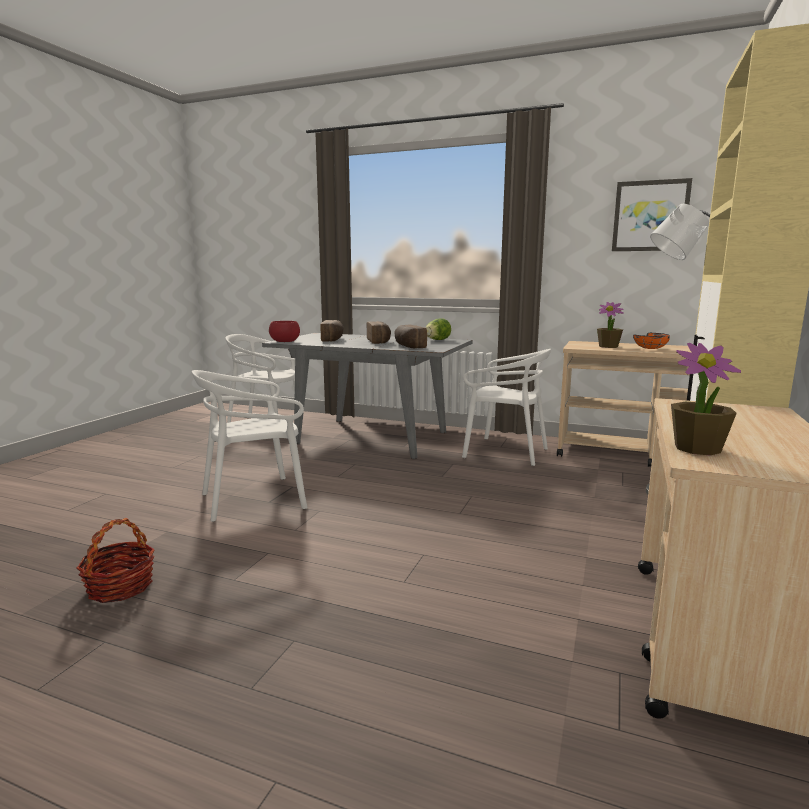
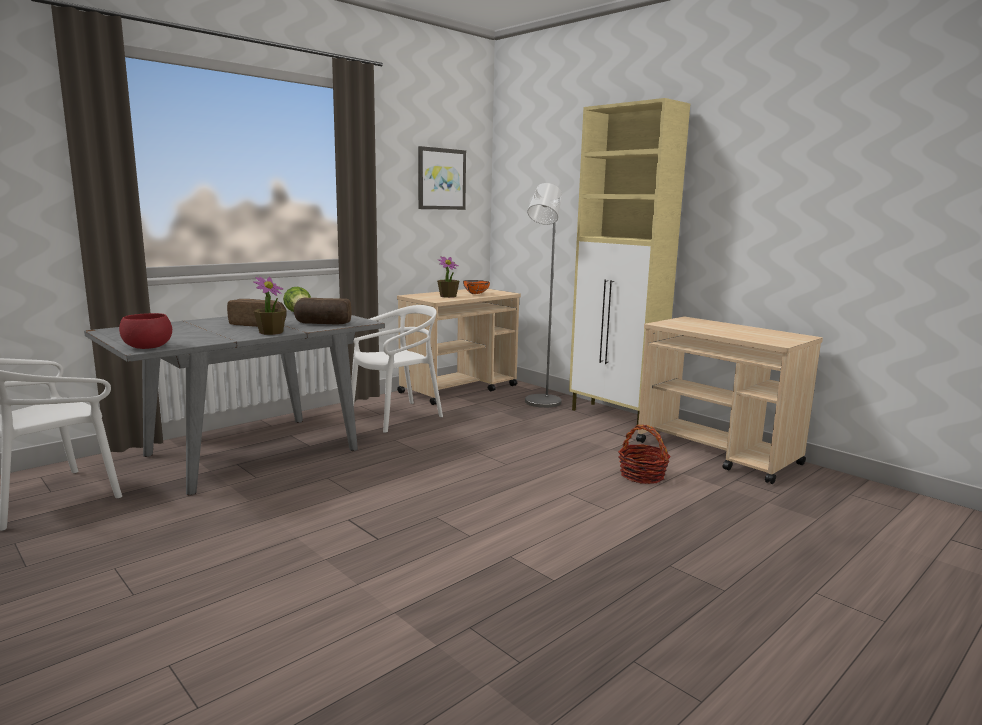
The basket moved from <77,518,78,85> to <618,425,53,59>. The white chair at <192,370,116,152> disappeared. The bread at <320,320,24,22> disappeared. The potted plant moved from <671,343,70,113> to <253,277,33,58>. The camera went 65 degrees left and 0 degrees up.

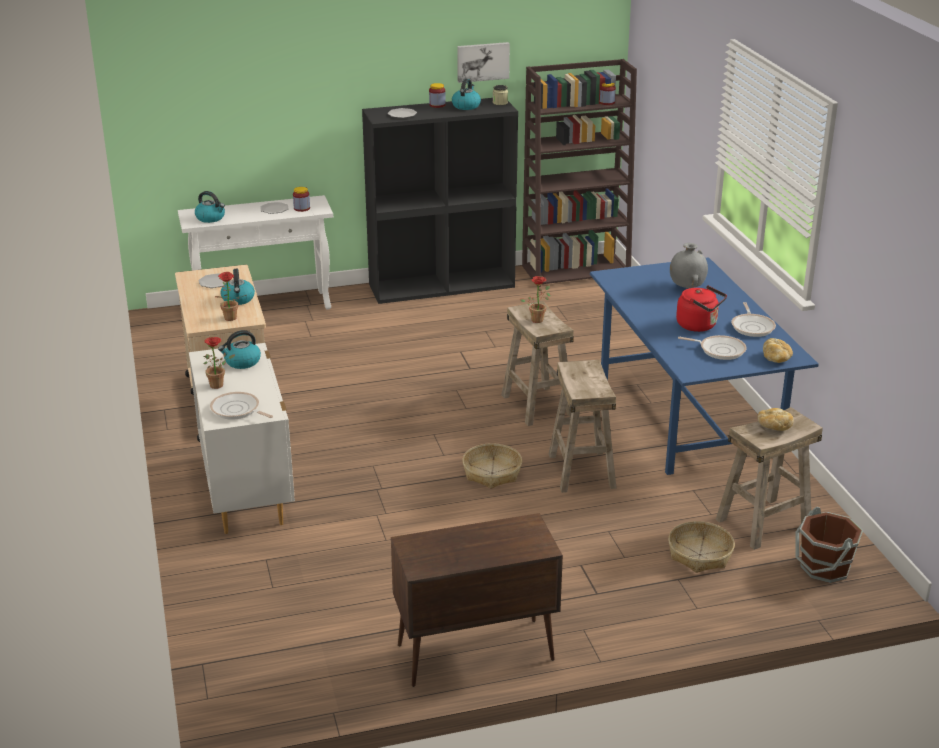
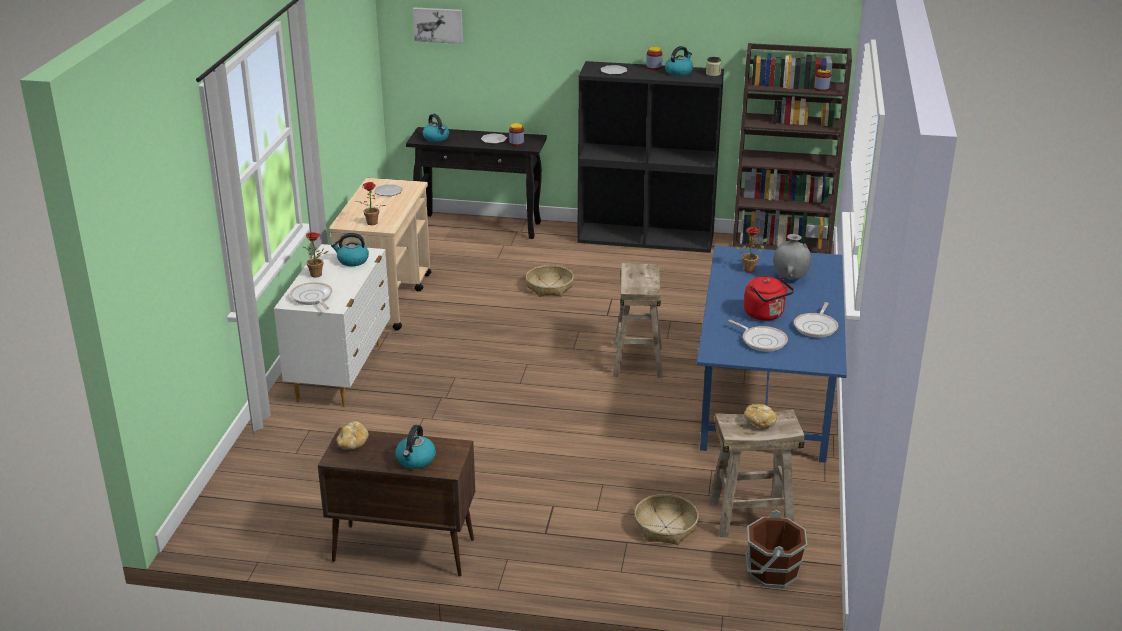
The white console table at <178,195,155,115> became the black console table at <406,127,141,112>. The kettle moved from <220,269,35,36> to <395,425,41,44>. The picture moved from <457,42,53,41> to <413,7,50,37>. The basket moved from <462,443,60,46> to <526,265,48,32>. The potted plant moved from <520,276,31,47> to <734,227,34,46>. The beige stool at <549,360,68,133> disappeared. The bread moved from <763,338,30,25> to <337,421,32,29>. The camera went 25 degrees right and 0 degrees up.

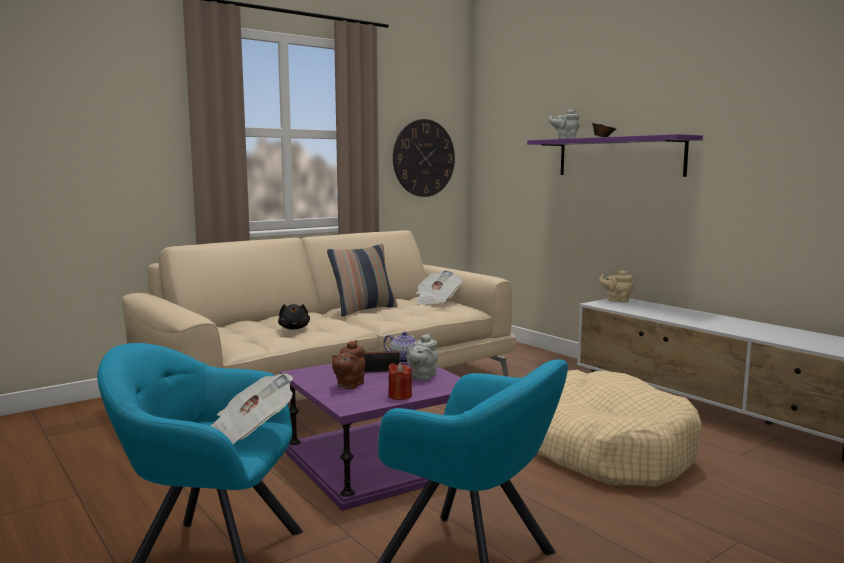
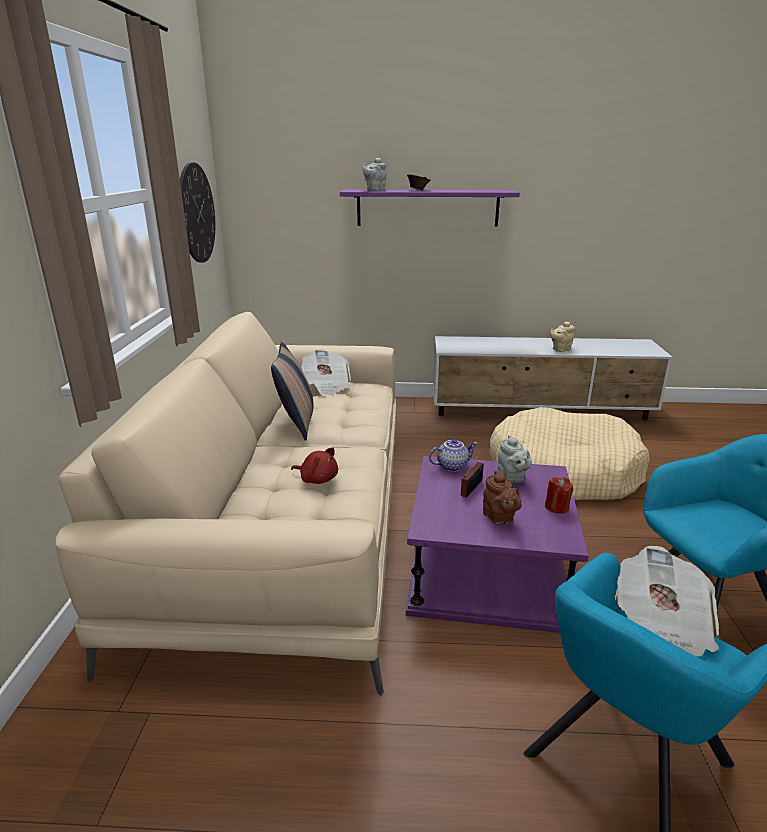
The black plush toy at <278,304,32,26> became the red plush toy at <291,448,47,36>. The beige teapot moved from <599,270,34,32> to <550,321,25,31>. The camera went 50 degrees left and 15 degrees up.

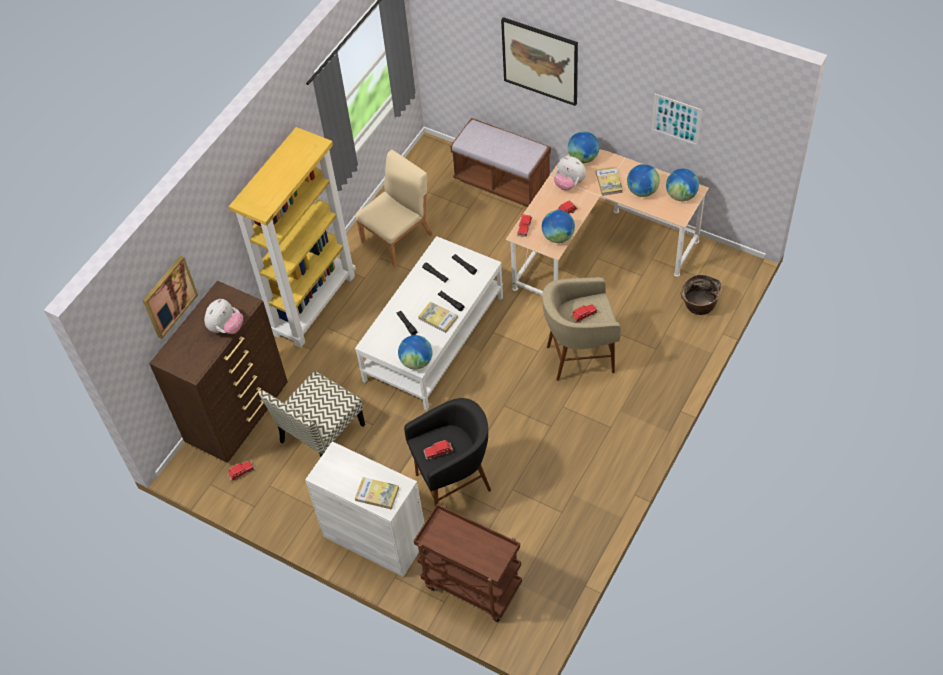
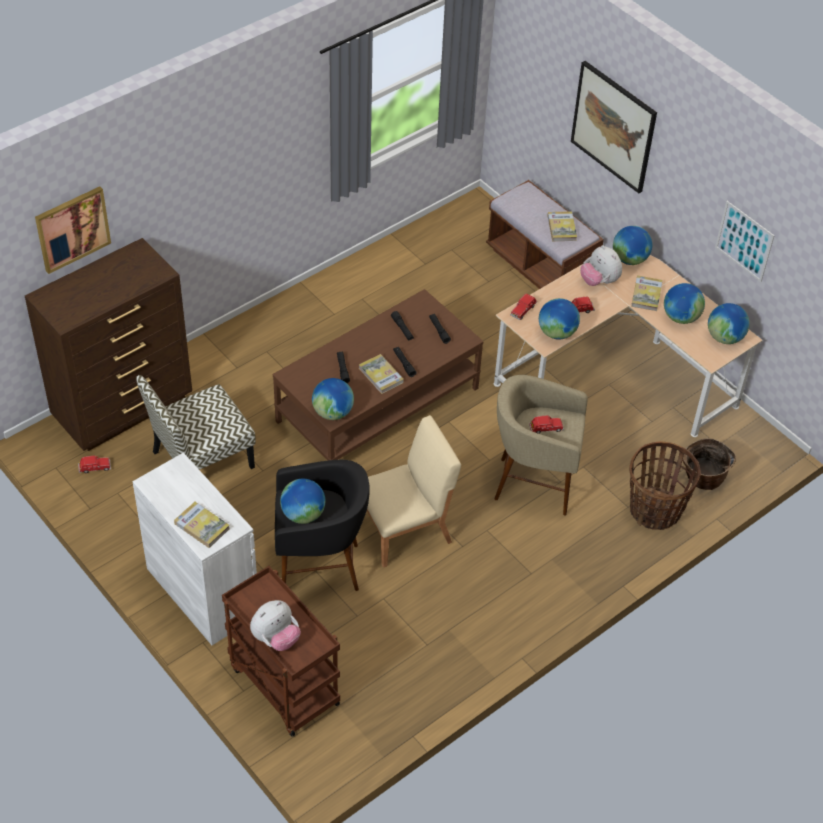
The plush toy moved from <204,299,39,35> to <250,600,51,51>. The yellow bookcase at <229,127,127,221> disappeared. The beige chair moved from <355,150,78,117> to <367,415,94,153>. The white coffee table at <355,236,148,174> became the brown coffee table at <273,289,211,172>. The red toy car at <424,440,29,20> was replaced by the globe at <280,479,45,45>. The book at <548,211,29,30> appeared. The basket at <629,441,72,89> appeared. The camera went 15 degrees right and 5 degrees down.

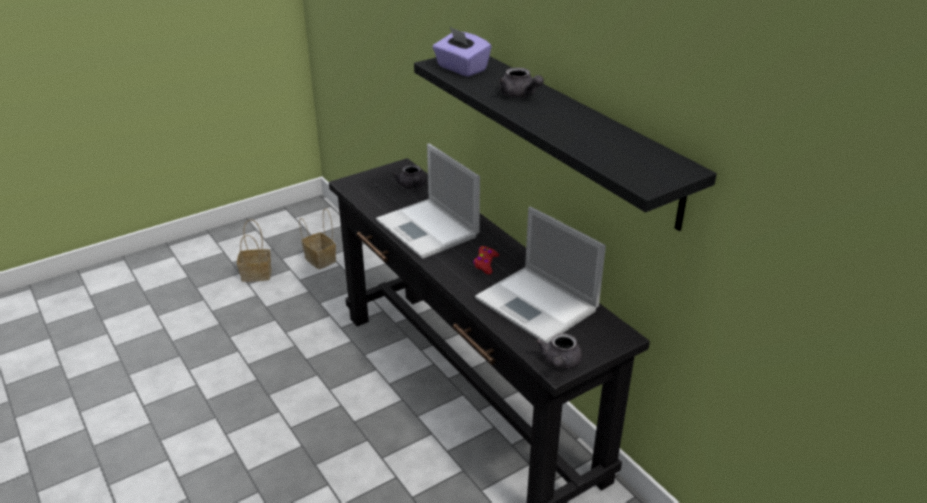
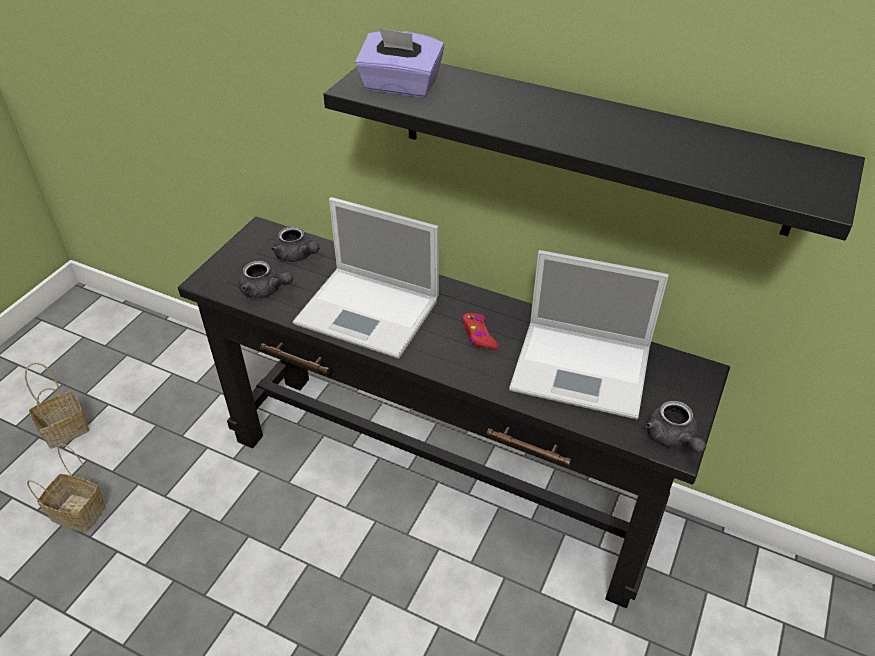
The basket moved from <299,208,37,61> to <27,444,79,89>. The grey teapot moved from <498,67,46,31> to <239,261,54,37>. The camera went 30 degrees left and 10 degrees up.

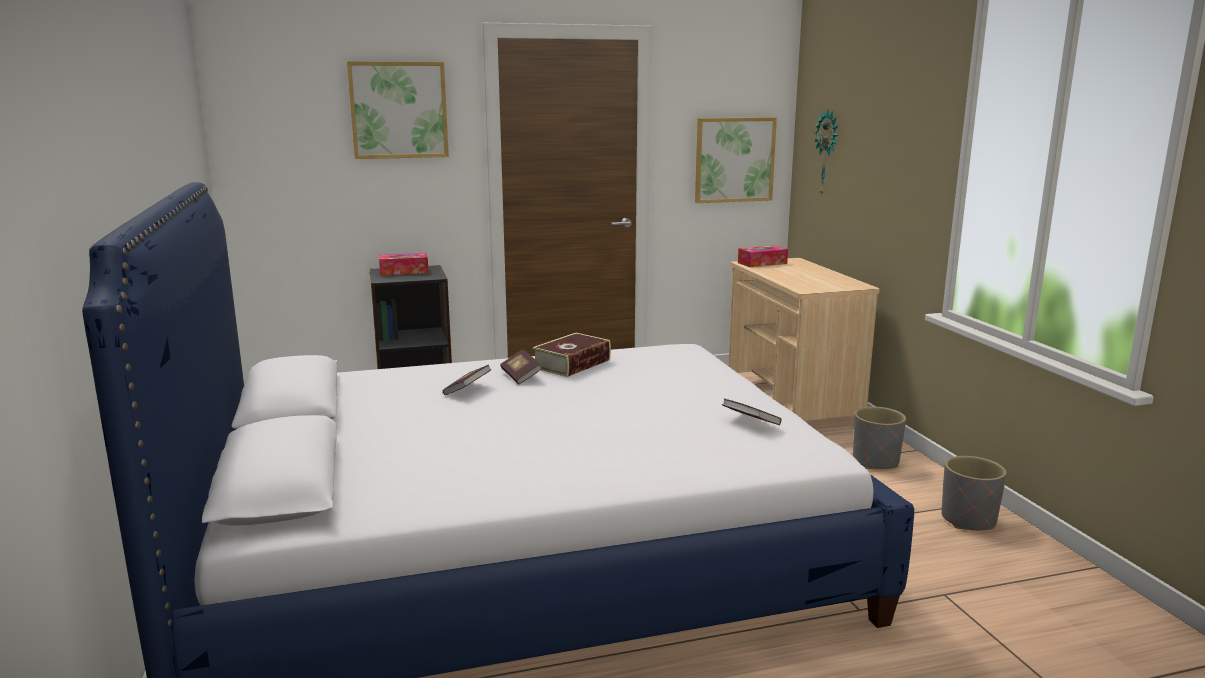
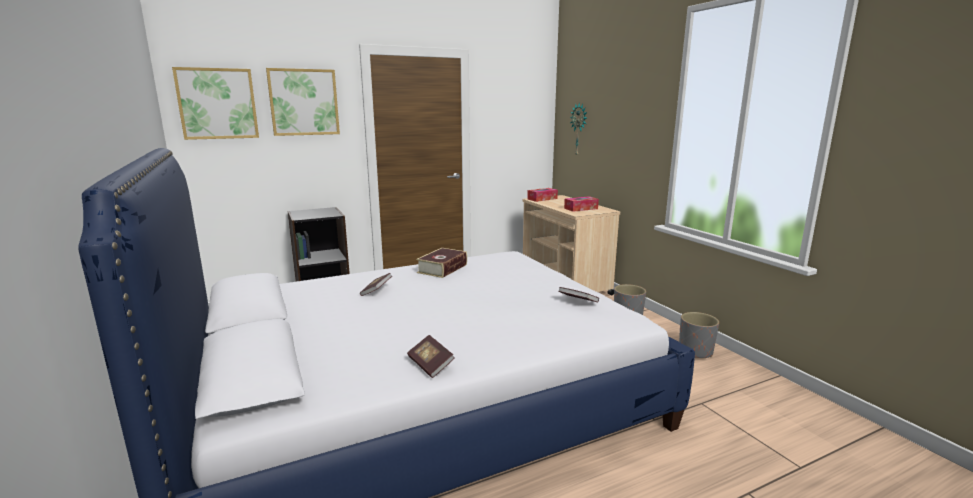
The tissue box moved from <379,253,50,23> to <564,196,35,16>. The book moved from <500,349,42,35> to <407,335,48,43>. The picture moved from <695,117,82,86> to <172,67,87,73>. The camera went 10 degrees left and 0 degrees up.

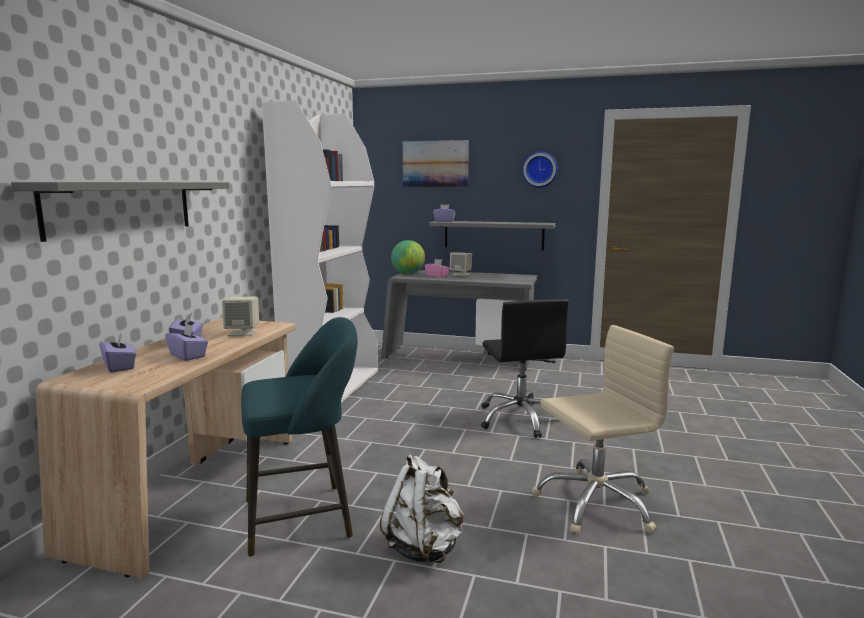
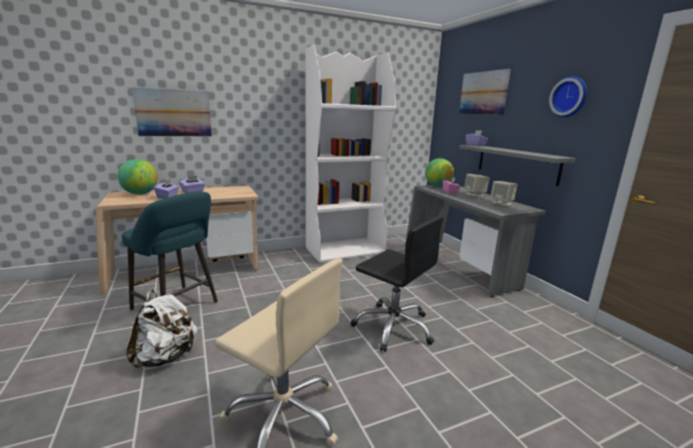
The grey shelf at <11,182,218,60> was replaced by the picture at <132,87,80,49>. The purple tissue box at <99,332,37,41> was replaced by the globe at <118,159,40,36>. The beige speaker moved from <222,297,37,39> to <490,181,27,25>. The black office chair at <481,299,88,139> turned 90 degrees counterclockwise. The camera went 50 degrees right and 5 degrees up.

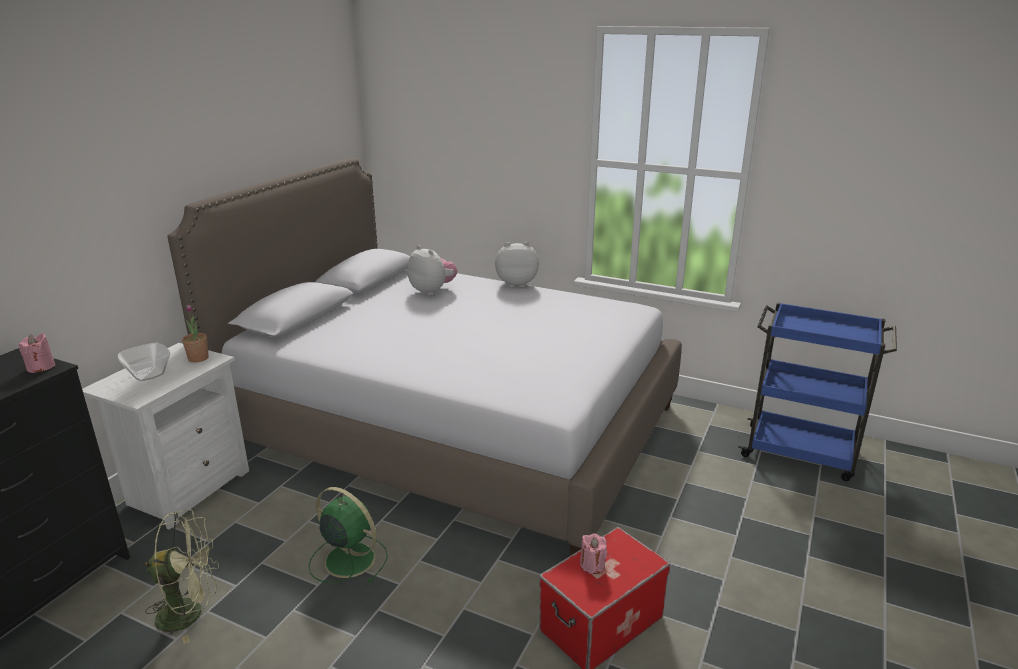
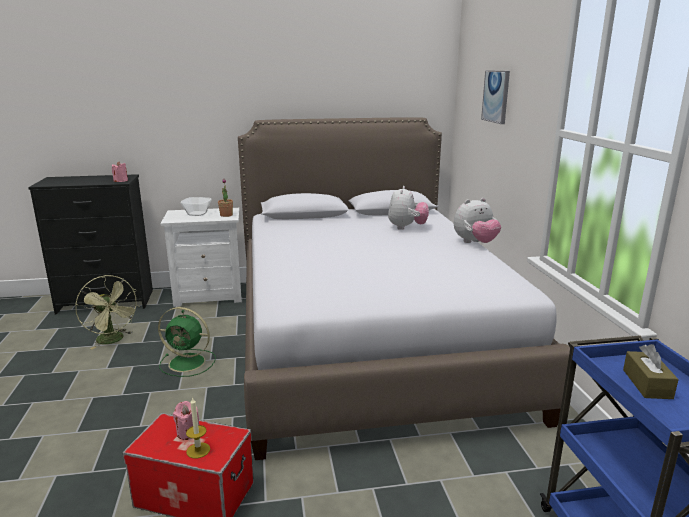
The green fan at <309,487,79,96> turned 105 degrees clockwise. The plush toy at <495,242,44,46> turned 105 degrees clockwise. The candle at <186,397,24,61> appeared. The picture at <481,70,29,54> appeared. The brown tissue box at <623,344,56,55> appeared. The camera went 55 degrees right and 5 degrees down.

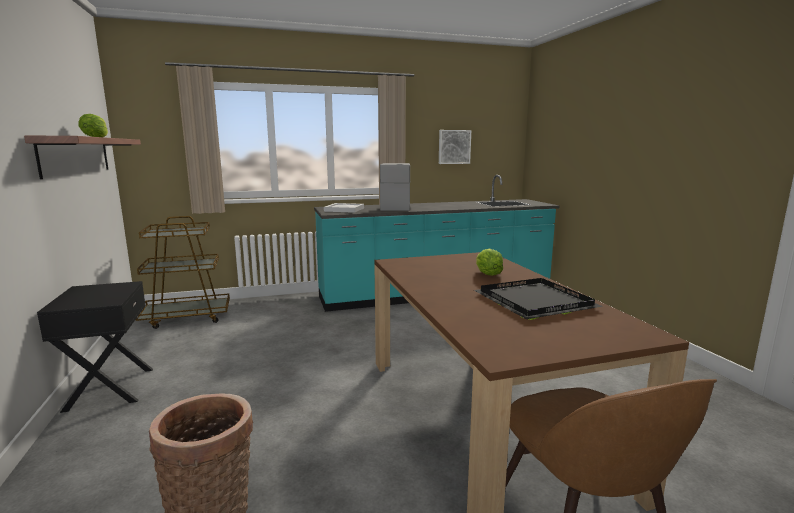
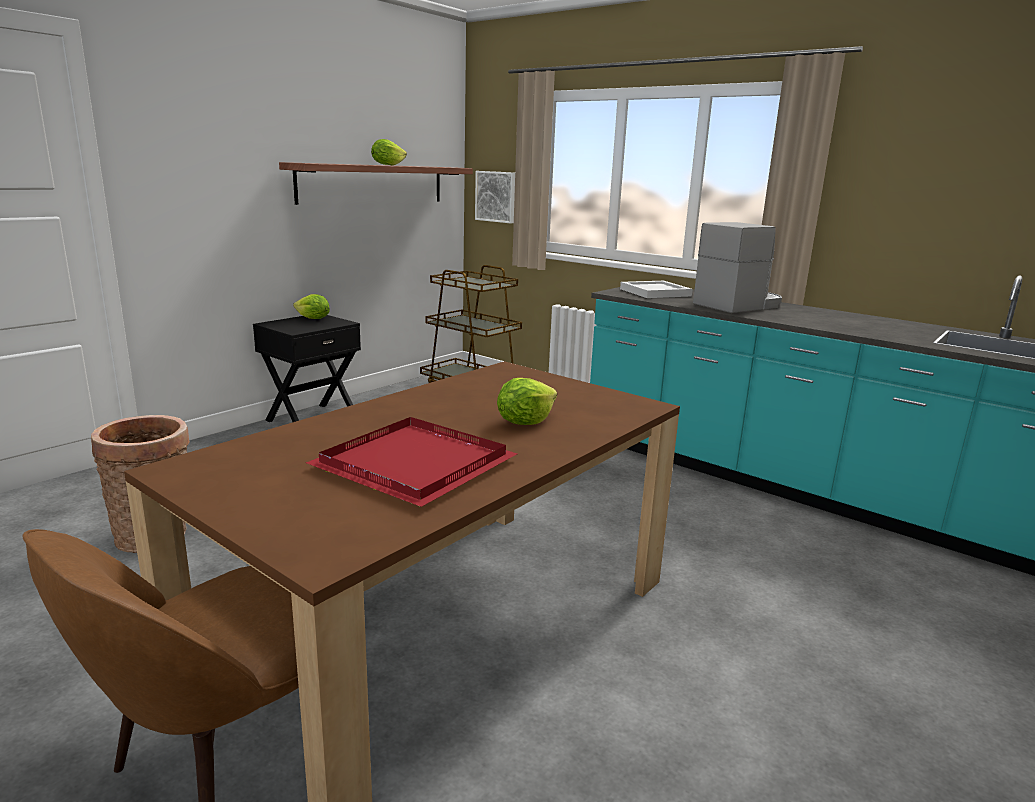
The picture moved from <439,130,32,34> to <475,171,40,52>. The black tray at <474,278,129,42> became the red tray at <306,417,211,90>. The lettuce at <293,294,37,25> appeared. The camera went 55 degrees right and 5 degrees up.

